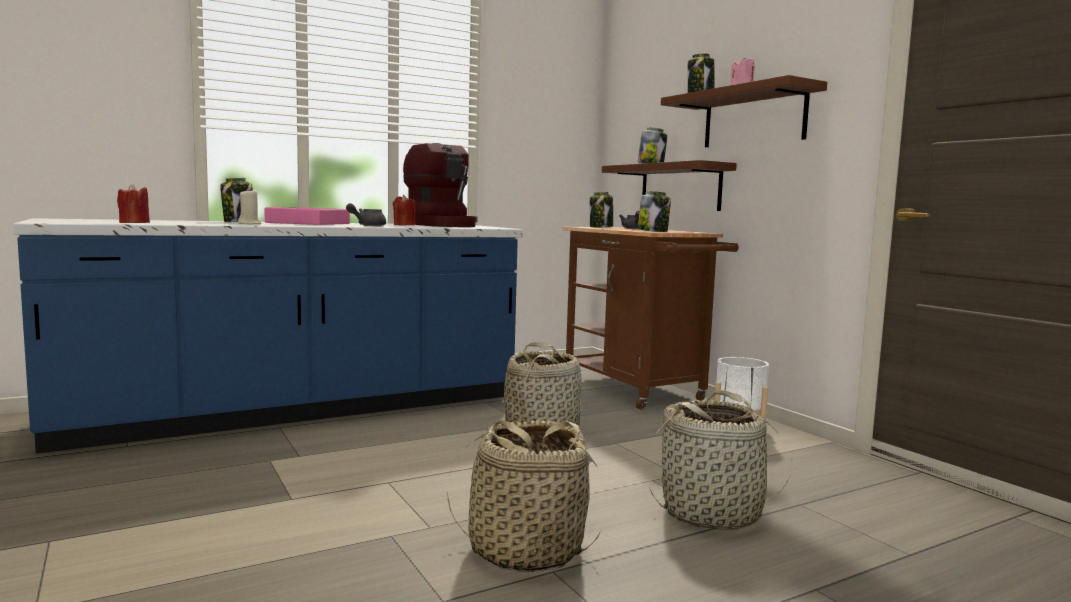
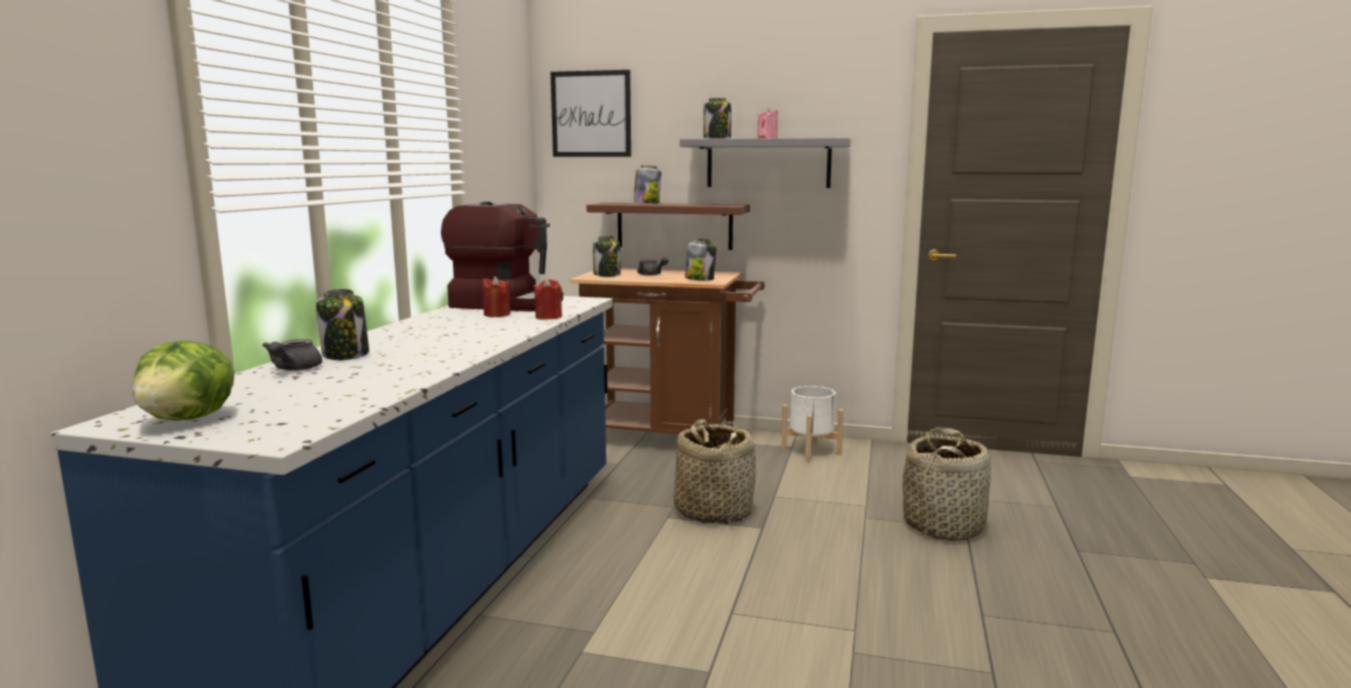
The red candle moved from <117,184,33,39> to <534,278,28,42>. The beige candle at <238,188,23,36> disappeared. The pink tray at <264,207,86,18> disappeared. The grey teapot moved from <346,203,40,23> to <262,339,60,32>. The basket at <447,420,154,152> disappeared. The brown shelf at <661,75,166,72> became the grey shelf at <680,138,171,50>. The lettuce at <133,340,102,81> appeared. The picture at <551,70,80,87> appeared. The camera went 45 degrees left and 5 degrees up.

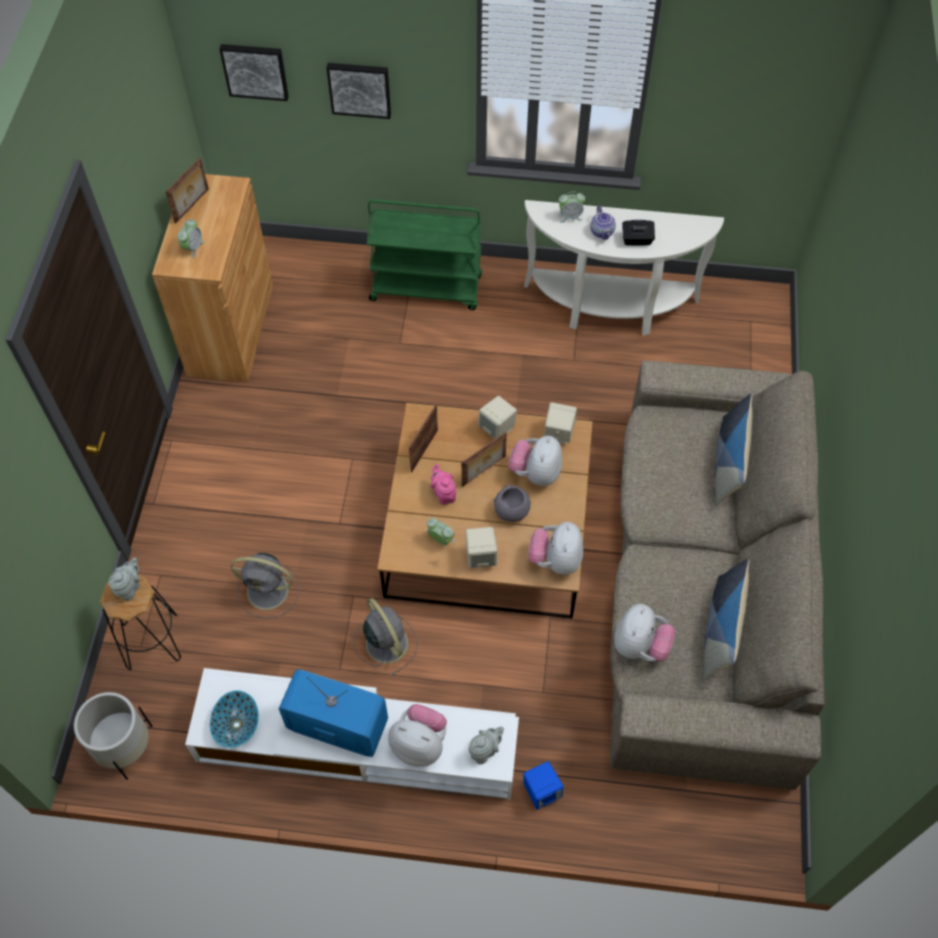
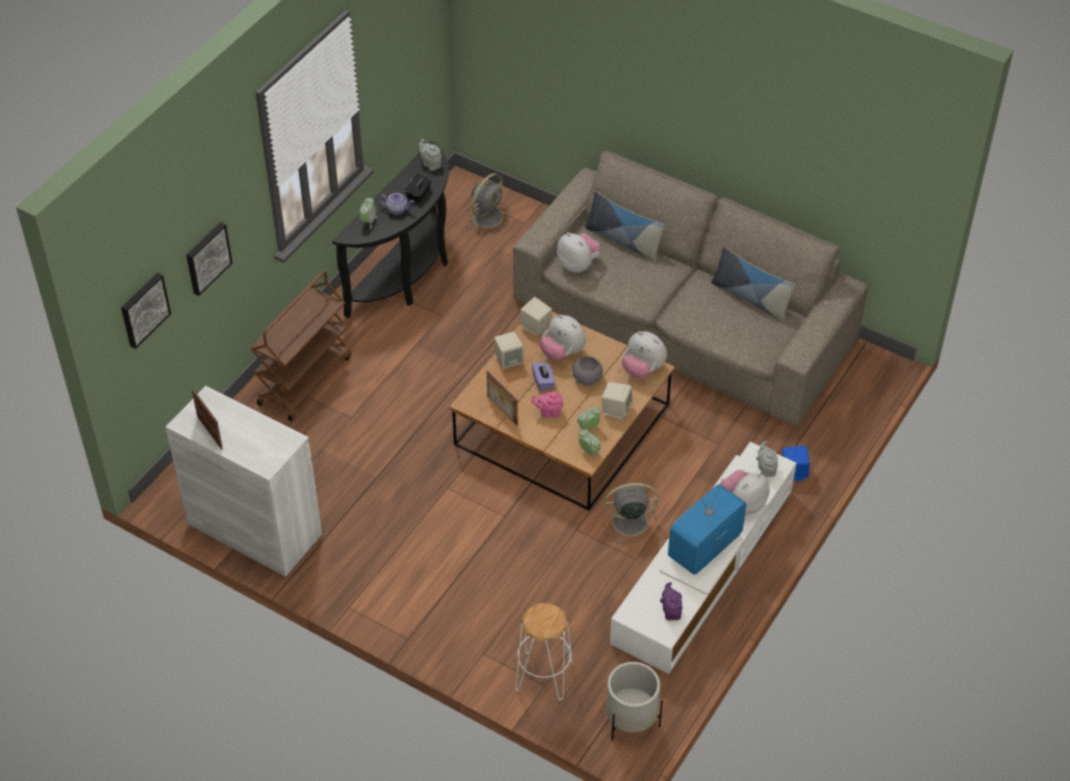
The black stool at <100,575,81,95> became the white stool at <515,603,58,97>. The grey teapot moved from <109,558,31,43> to <419,139,23,32>. The brown cabinet at <152,174,121,209> became the white cabinet at <166,386,156,191>. The alarm clock moved from <177,219,27,39> to <579,429,22,26>. The bowl at <210,691,49,56> was replaced by the purple teapot at <660,582,22,39>. The grey fan moved from <231,553,69,65> to <466,173,45,60>. The green cart at <367,199,115,111> became the brown cart at <250,271,102,150>. The picture frame at <461,432,46,55> was replaced by the purple tissue box at <532,363,23,28>. The white console table at <524,200,200,135> became the black console table at <332,141,117,177>. The plush toy moved from <614,604,61,58> to <557,232,45,41>. The camera went 65 degrees left and 10 degrees down.

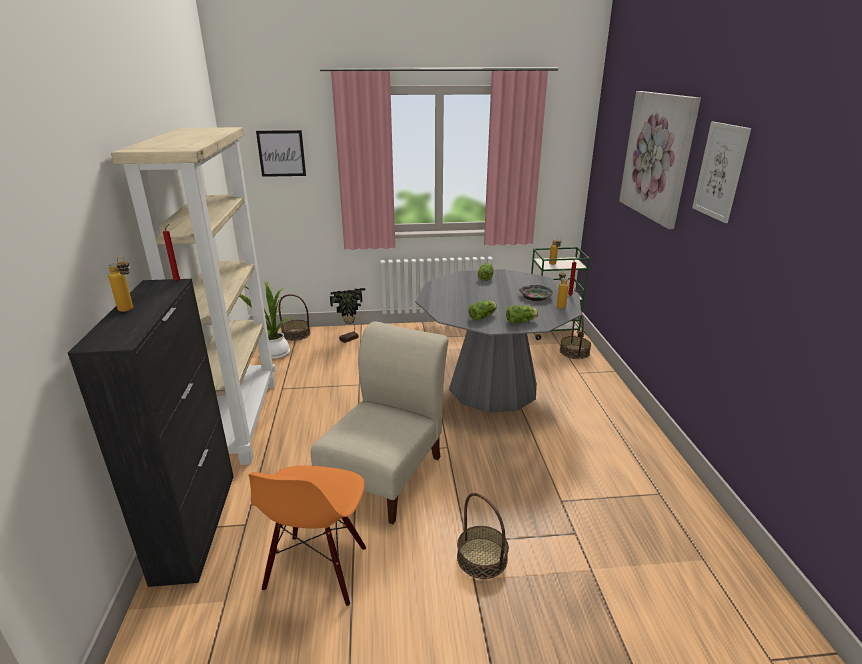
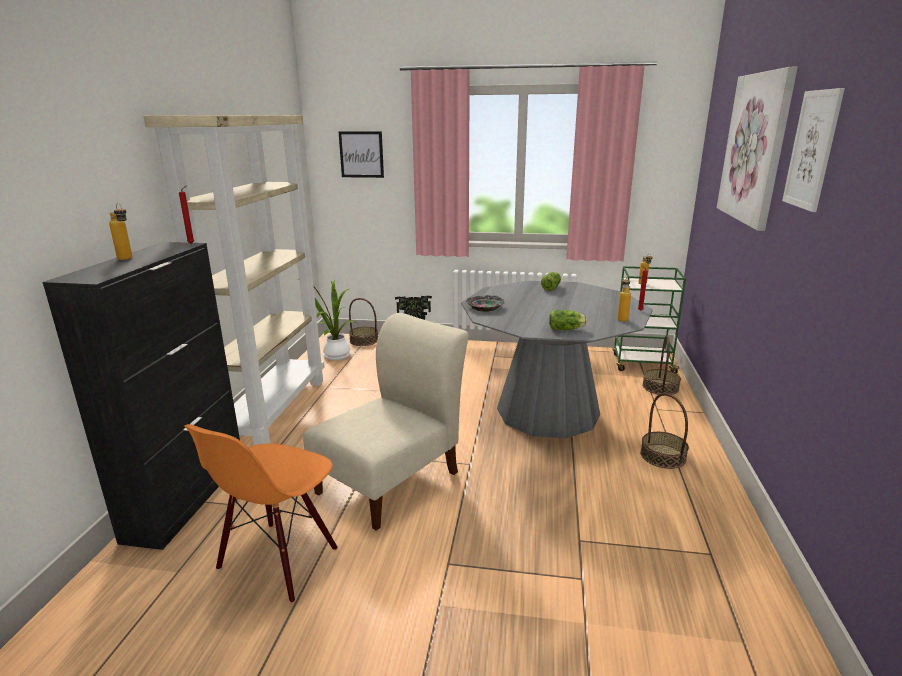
The basket moved from <457,493,52,86> to <640,393,49,76>. The lettuce at <469,300,28,20> disappeared. The bowl moved from <519,285,34,16> to <466,295,39,17>. The camera went 15 degrees right and 5 degrees down.

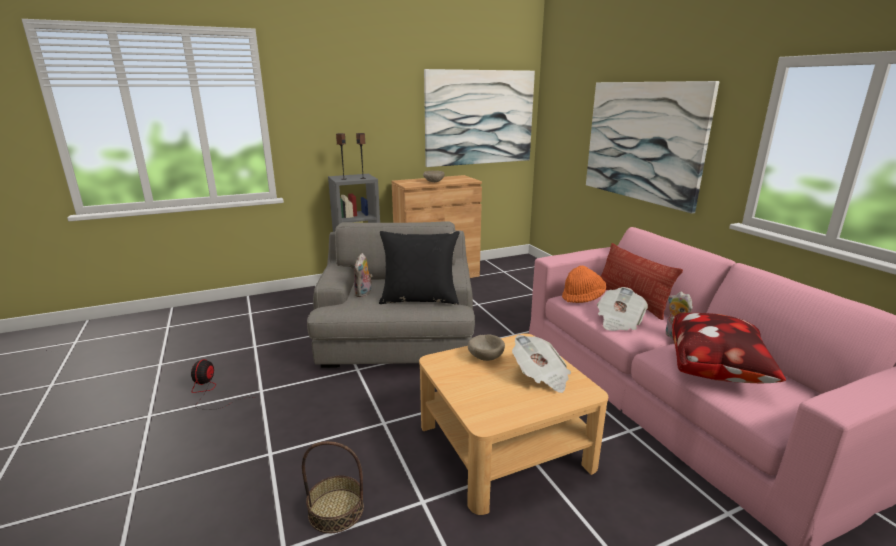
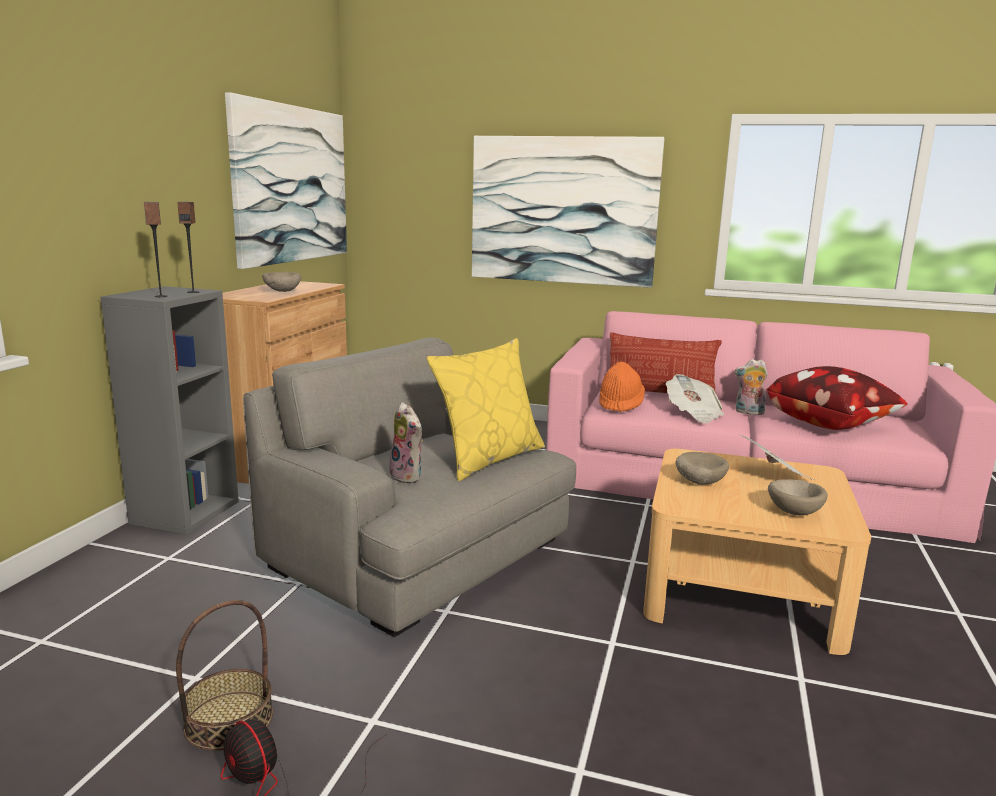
The basket moved from <302,441,62,92> to <176,600,97,151>. The black pillow at <379,231,80,74> became the yellow pillow at <427,338,118,143>. The beige bowl at <768,479,60,36> appeared. The camera went 50 degrees left and 5 degrees down.

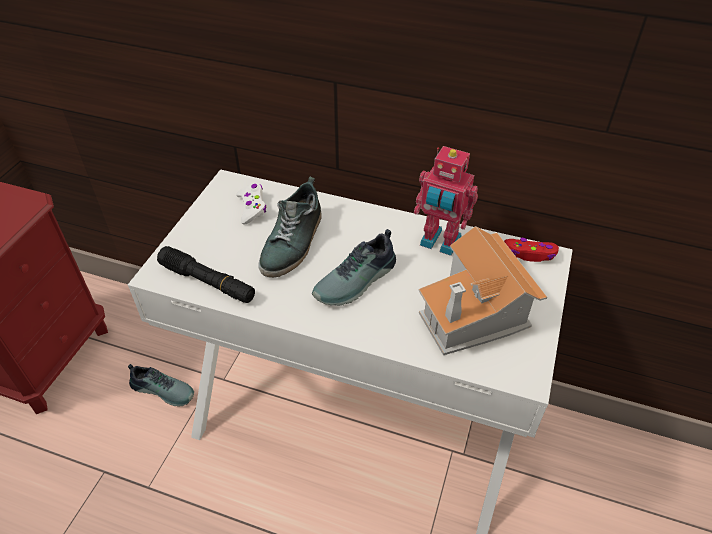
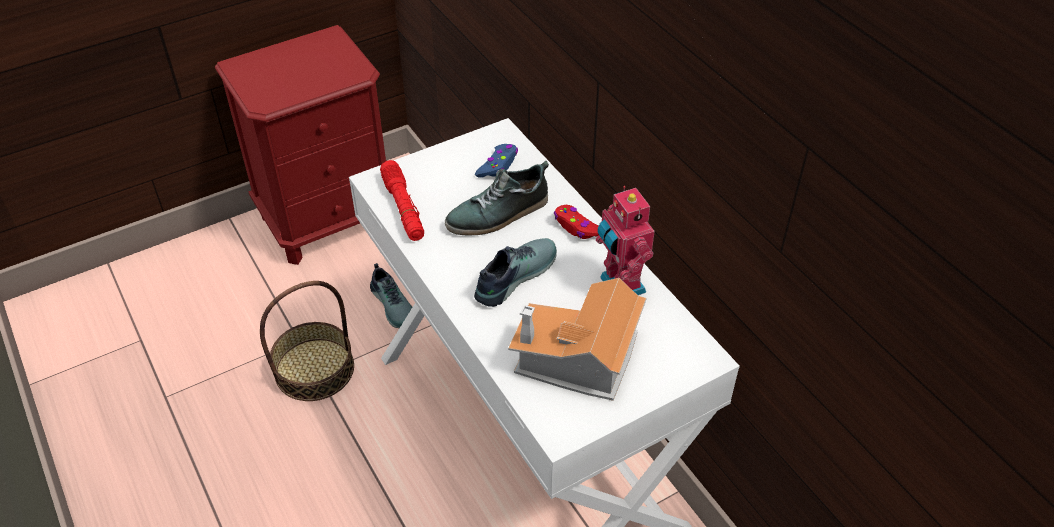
The black flashlight at <157,246,98,57> became the red flashlight at <380,160,44,81>. The white game controller at <236,183,30,42> became the blue game controller at <475,144,43,34>. The shoe at <312,229,84,77> turned 135 degrees clockwise. The red game controller moved from <504,238,55,24> to <554,205,45,34>. The basket at <260,281,94,120> appeared. The camera went 40 degrees right and 0 degrees up.

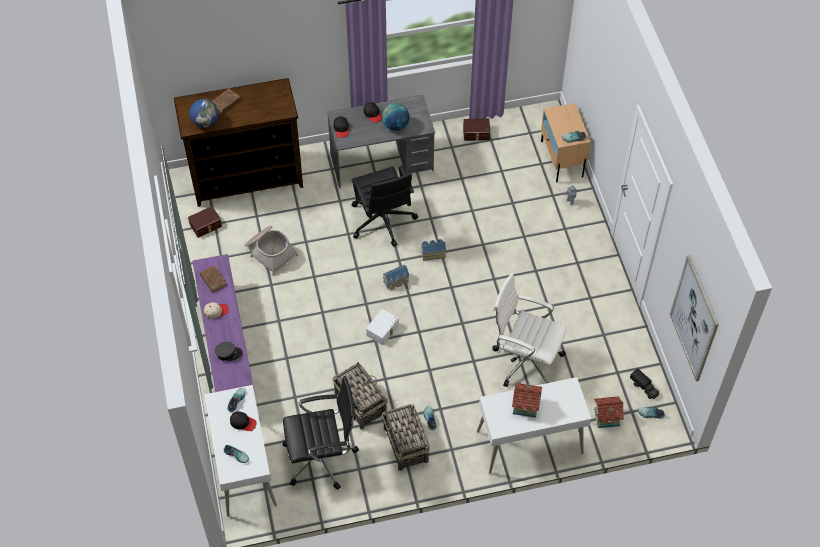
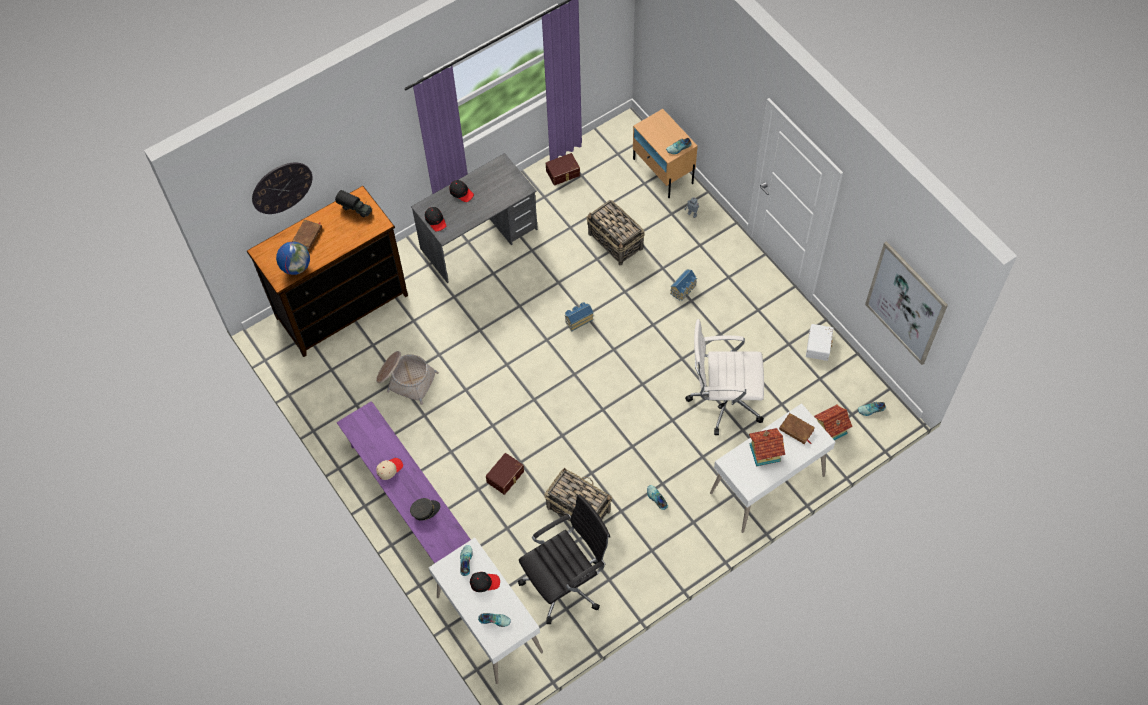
The brown storage box moved from <188,206,34,32> to <486,453,38,42>. The brown book moved from <200,265,27,29> to <779,413,36,31>. The black office chair at <351,166,67,81> disappeared. The white storage box moved from <366,309,33,36> to <806,324,27,37>. The globe at <382,103,27,28> disappeared. The basket moved from <382,404,48,67> to <586,200,59,65>. The toy house moved from <383,265,26,26> to <670,270,27,31>. The toy truck moved from <630,368,29,31> to <335,190,37,28>. The wall clock at <252,163,60,51> appeared. The camera went 20 degrees left and 5 degrees up.

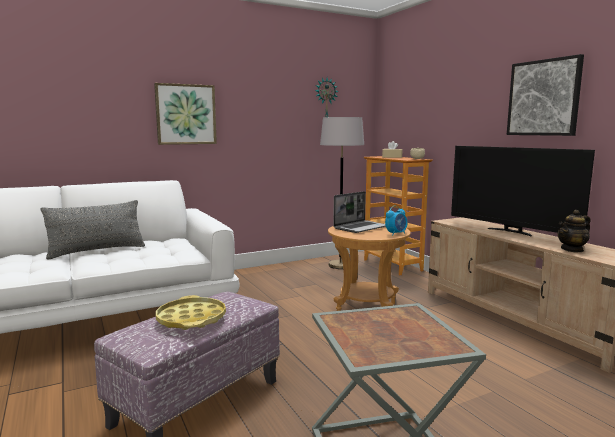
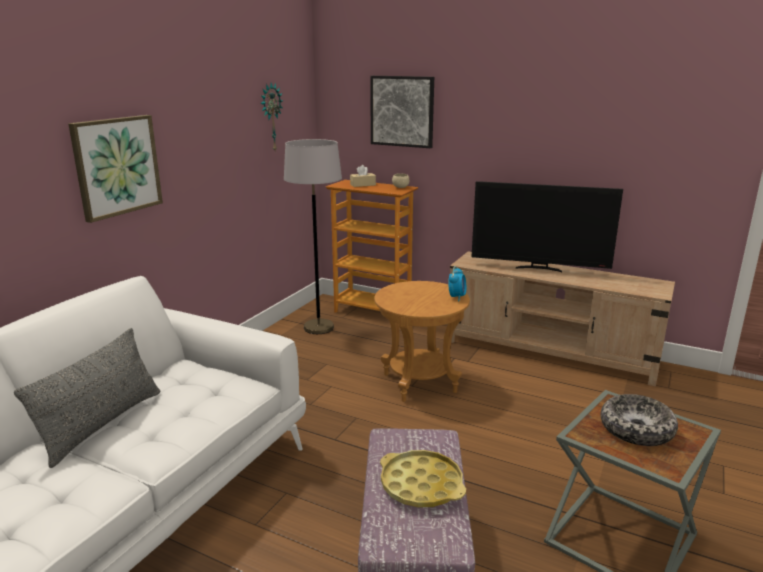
The laptop at <333,191,53,42> disappeared. The picture moved from <507,54,77,82> to <370,76,64,72>. The teapot at <558,210,33,42> disappeared. The bowl at <601,394,77,52> appeared. The camera went 35 degrees left and 10 degrees up.

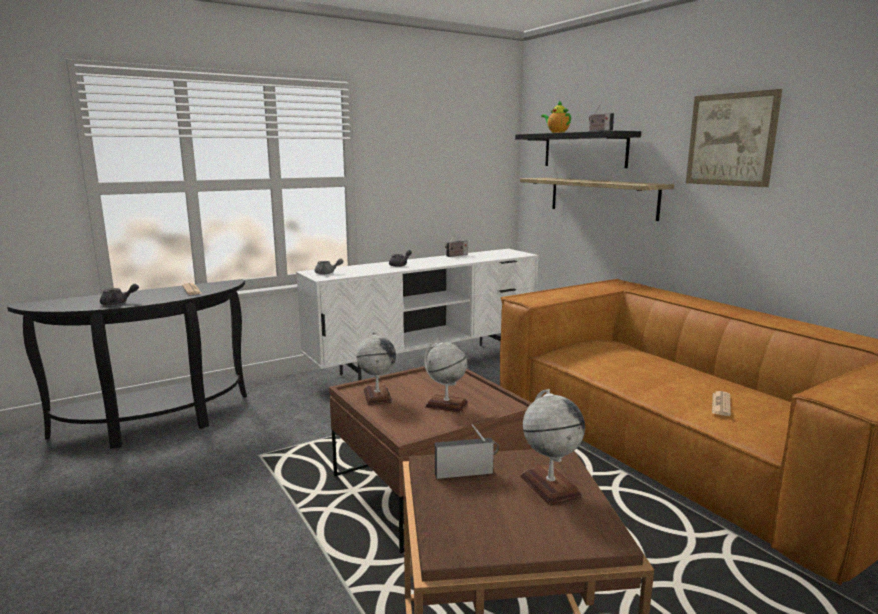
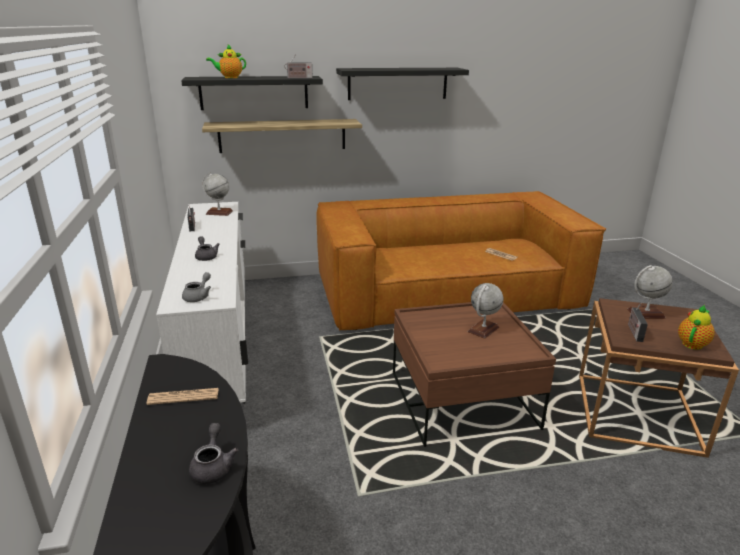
The globe moved from <357,332,39,73> to <202,173,31,43>. The picture at <686,89,96,98> was replaced by the black shelf at <336,68,133,32>. The teapot at <678,305,37,45> appeared. The camera went 70 degrees left and 10 degrees up.

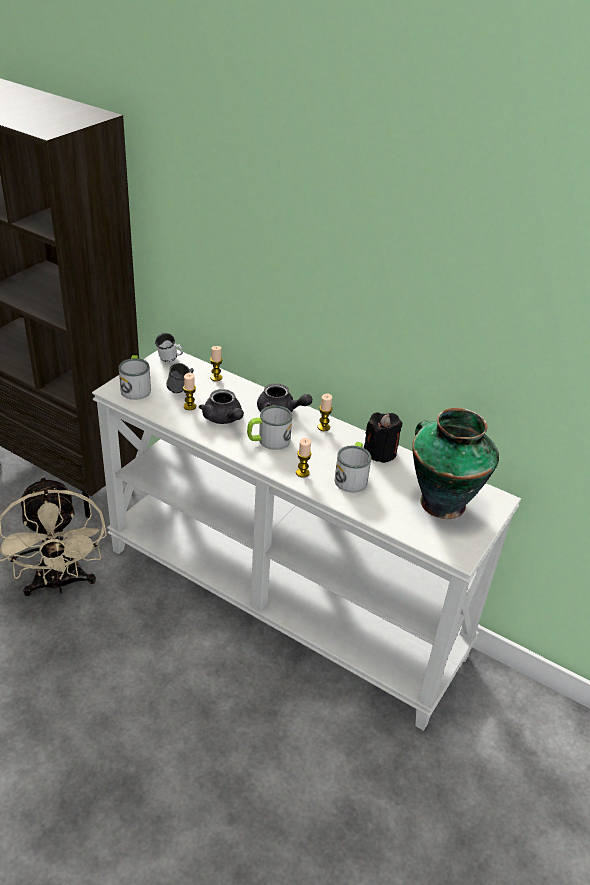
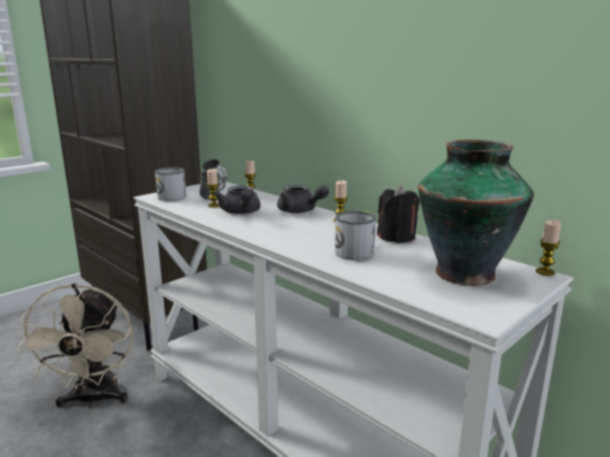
The mug at <247,405,45,45> disappeared. The candle moved from <296,438,16,40> to <536,220,25,56>. The camera went 15 degrees right and 20 degrees down.

